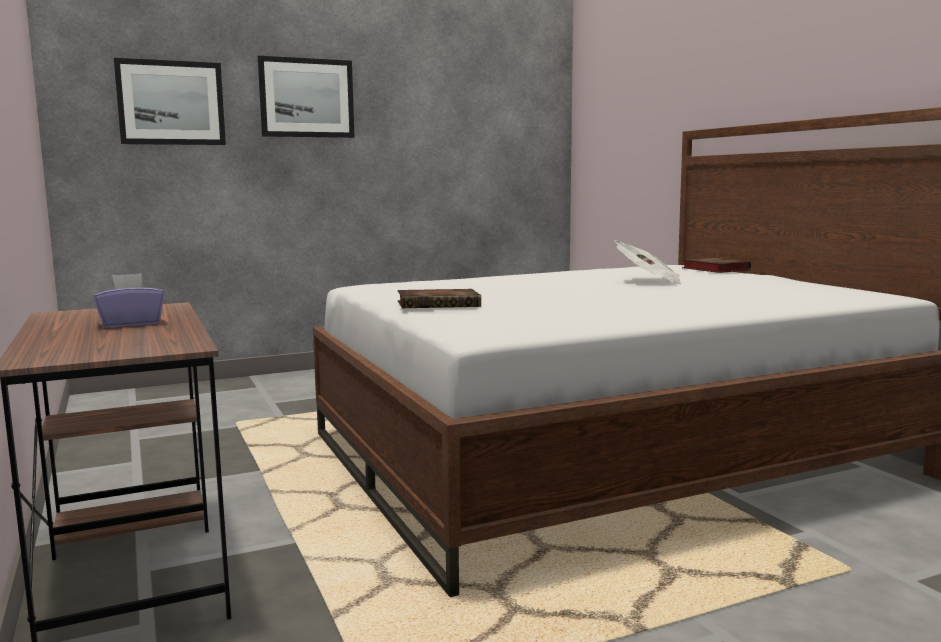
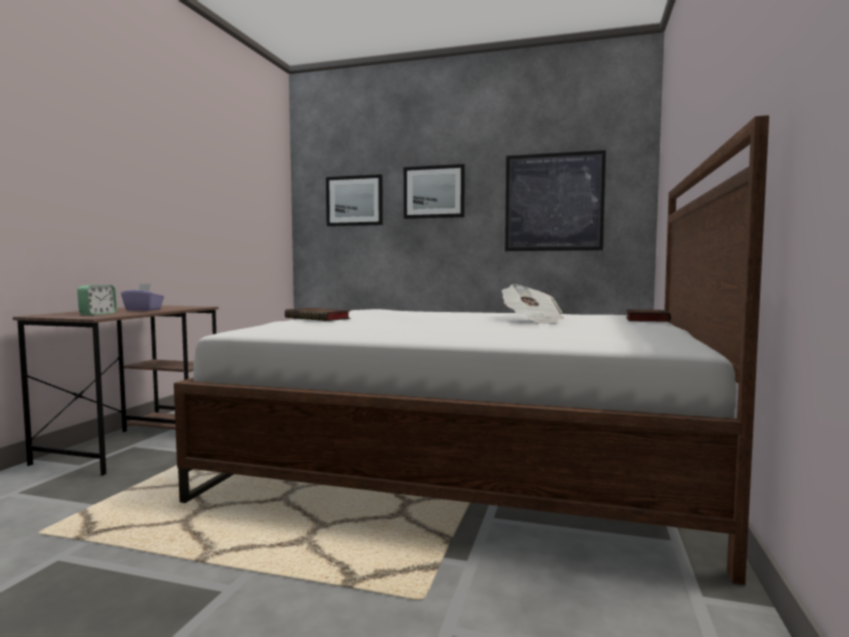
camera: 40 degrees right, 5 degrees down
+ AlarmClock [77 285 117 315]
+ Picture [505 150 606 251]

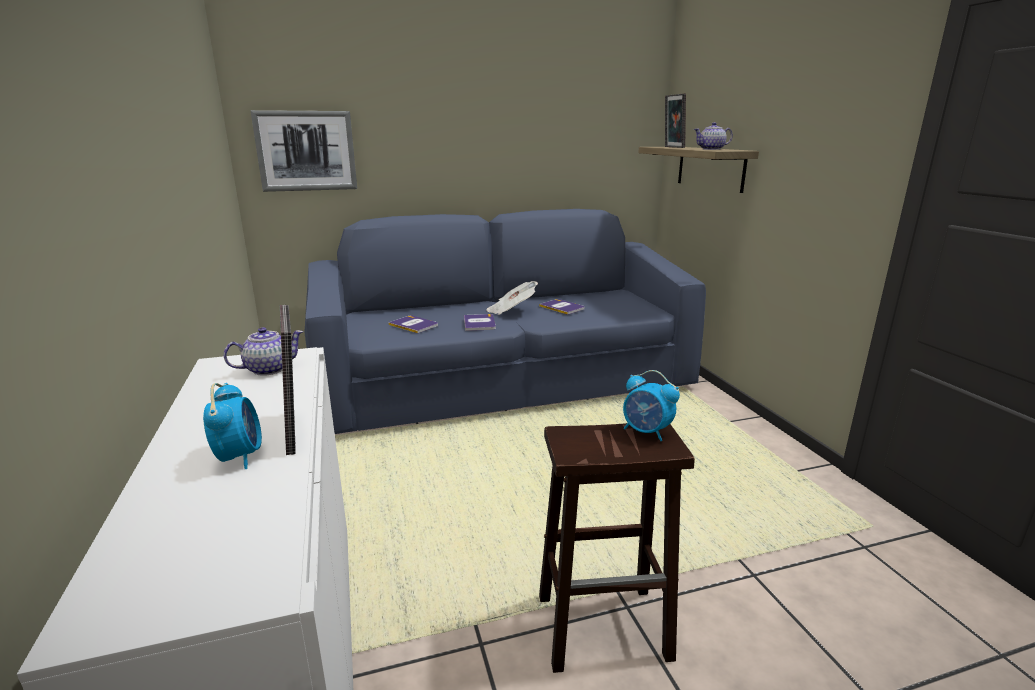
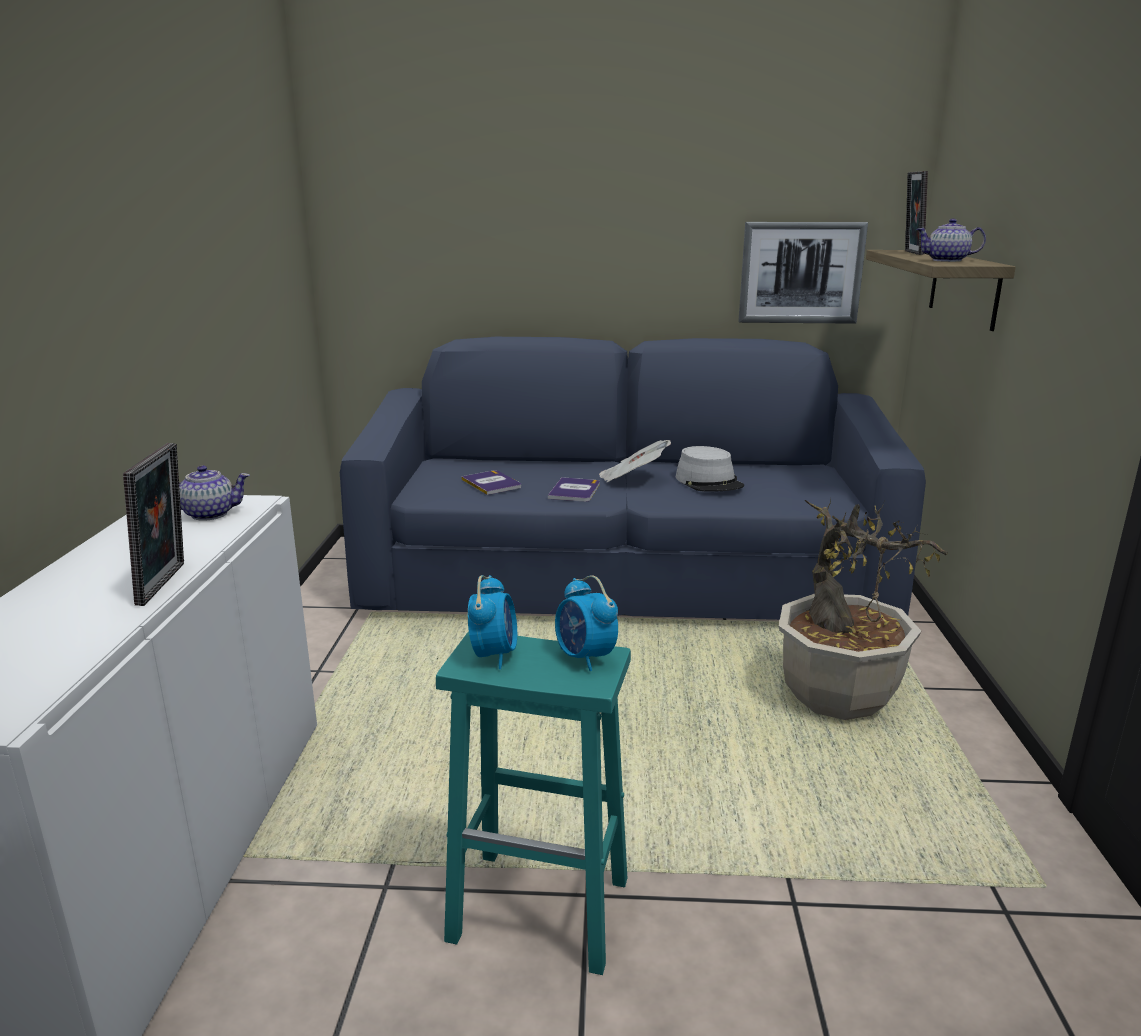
camera: 20 degrees right, 0 degrees up
+ PottedPlant [779 500 948 720]
~ AlarmClock [203 383 262 469] to [468 575 517 669]
~ Picture [250 110 357 192] to [738 222 868 324]
~ Book [539 299 585 315] to GreyHat [676 446 744 491]
~ BrownStool [539 423 695 673] to TurquoiseStool [436 631 631 975]

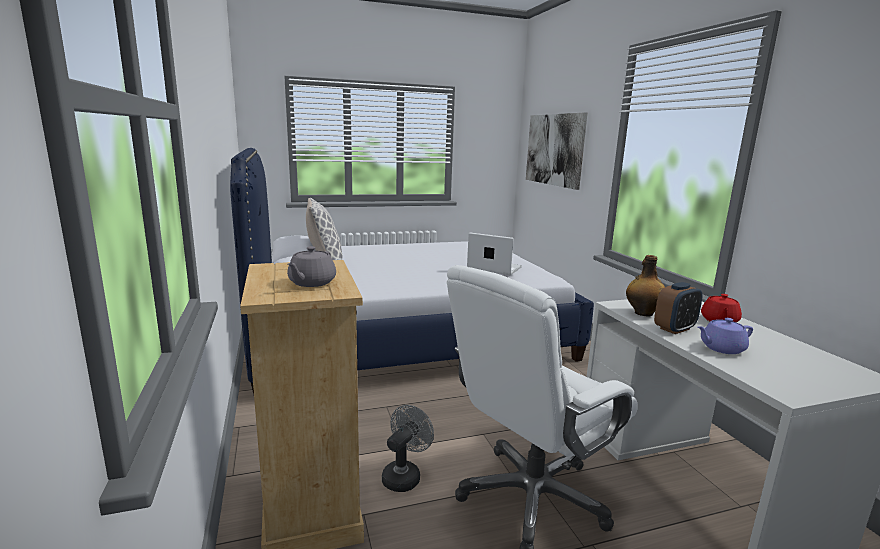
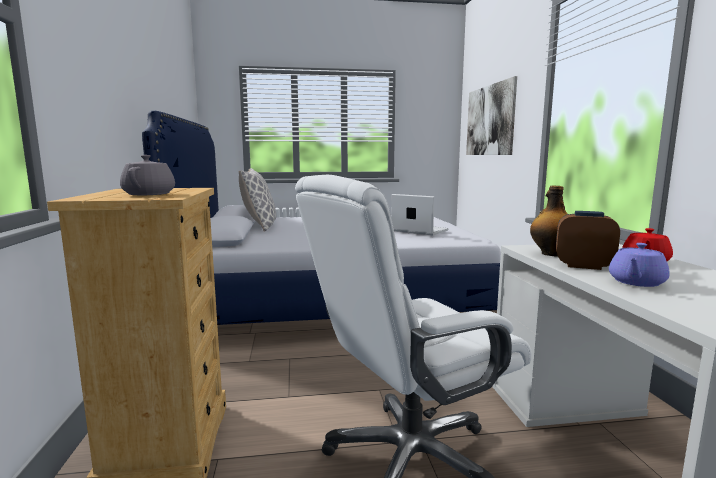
camera: 10 degrees right, 5 degrees down
- GreyFan [382 405 434 492]
~ GreyTeapot [287 246 336 287] = [120 155 175 195] 150 degrees clockwise
~ AlarmClock [654 282 703 334] = [556 211 620 270] 135 degrees counterclockwise
~ PurpleTeapot [698 318 753 354] = [609 243 670 287] 45 degrees counterclockwise

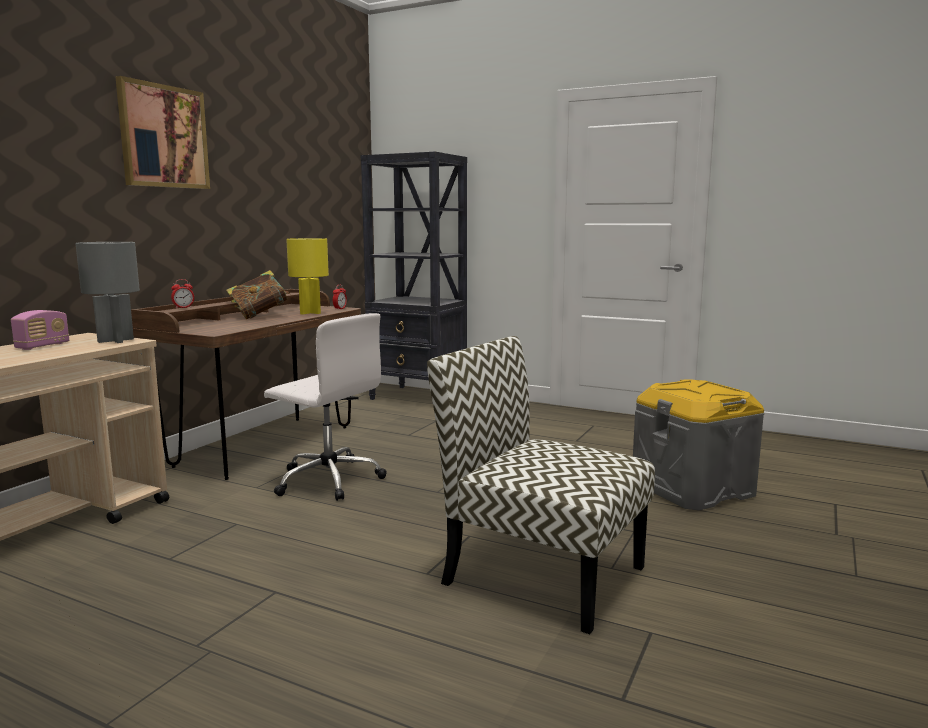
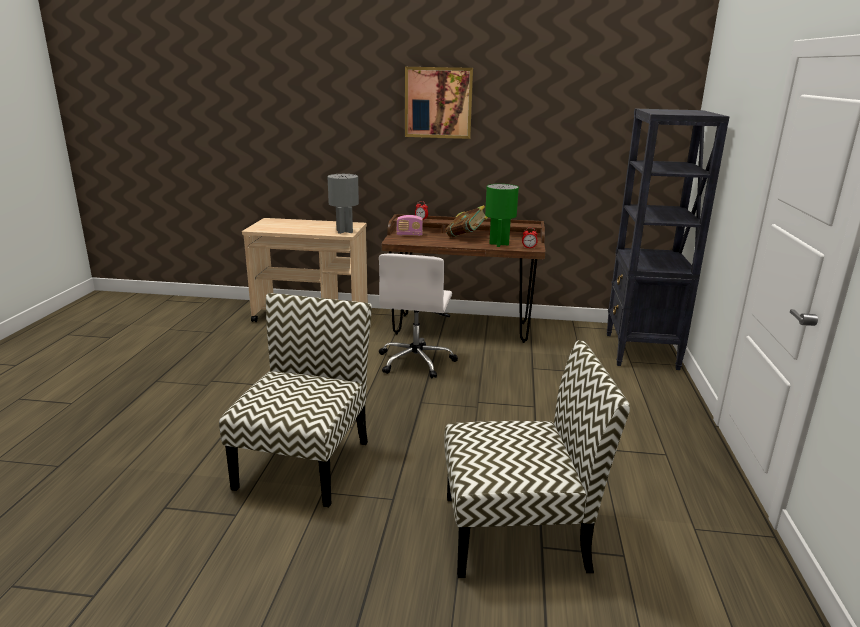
camera: 70 degrees right, 10 degrees up
~ Radio [11 310 69 350] to [397 215 423 236]
~ GreyStorageBox [633 379 764 510] to Chair [444 340 630 578]
~ YellowTableLamp [286 238 329 314] to GreenTableLamp [485 184 519 247]

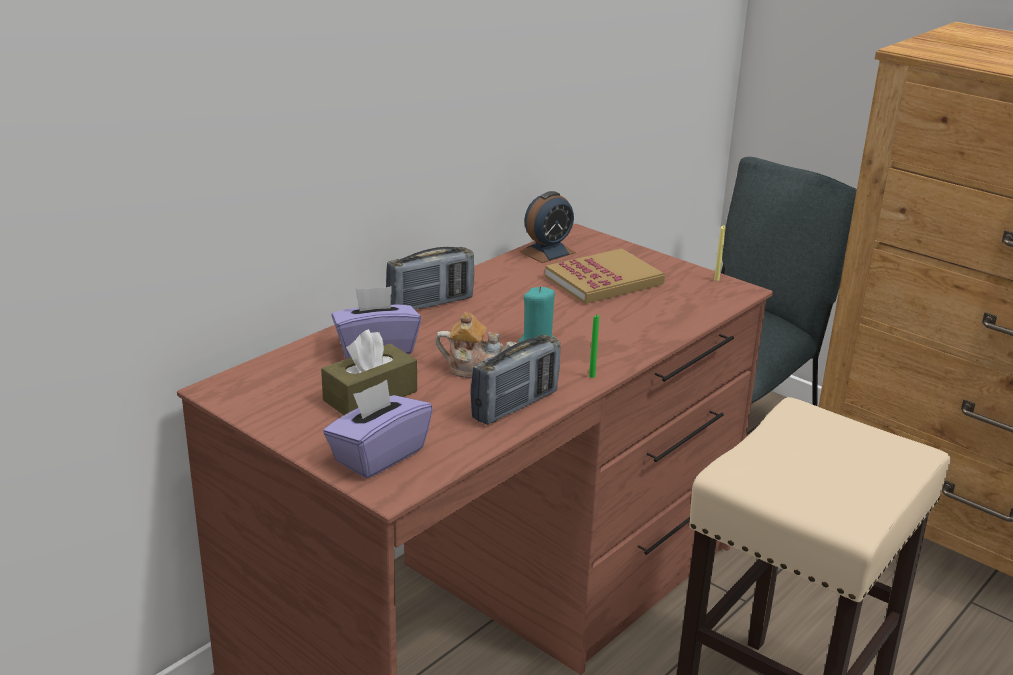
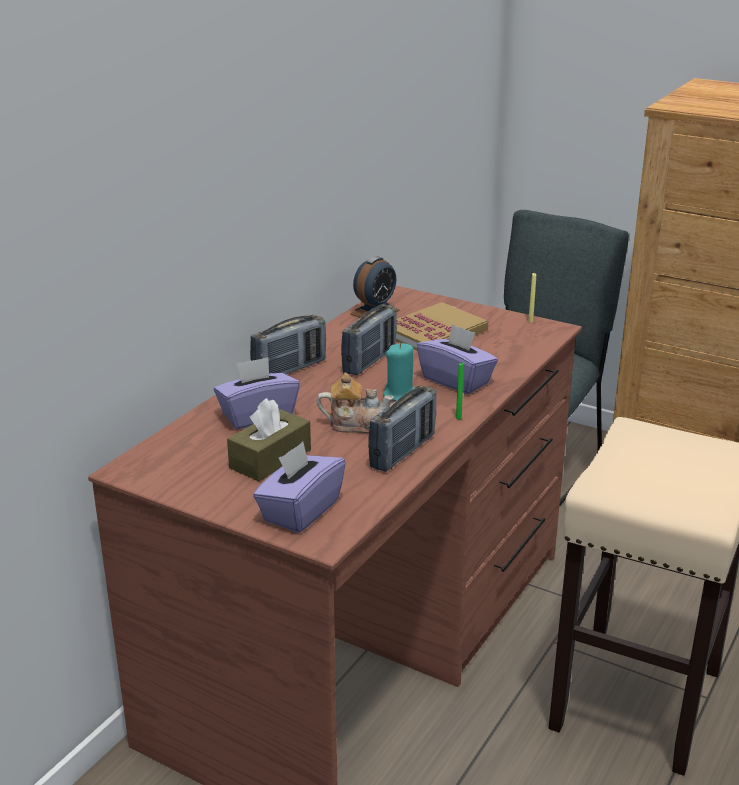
camera: 10 degrees left, 0 degrees up
+ Radio [341 304 397 375]
+ PurpleTissueBox [417 324 498 394]

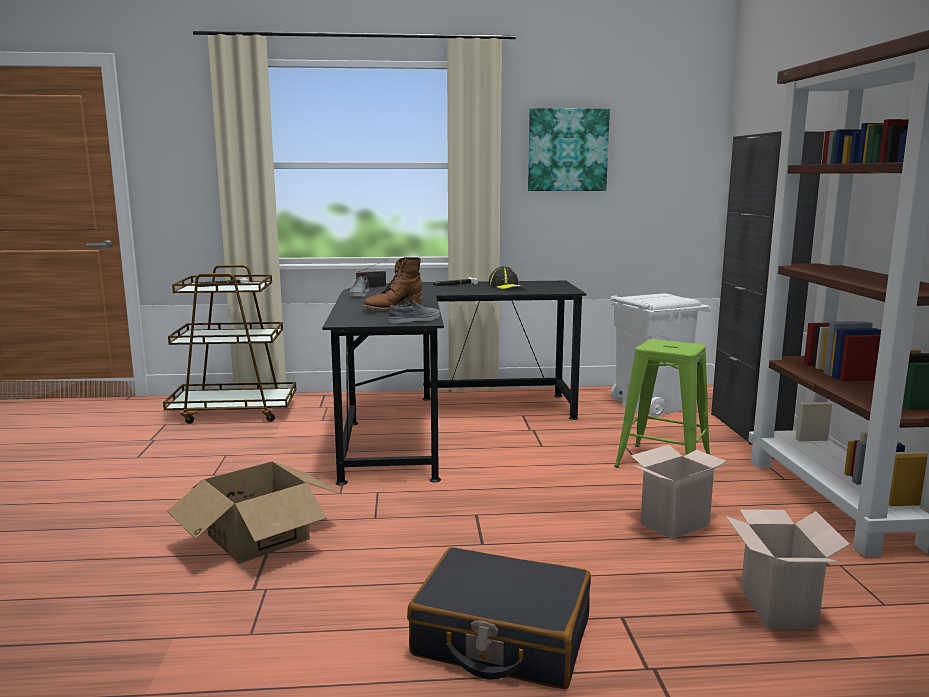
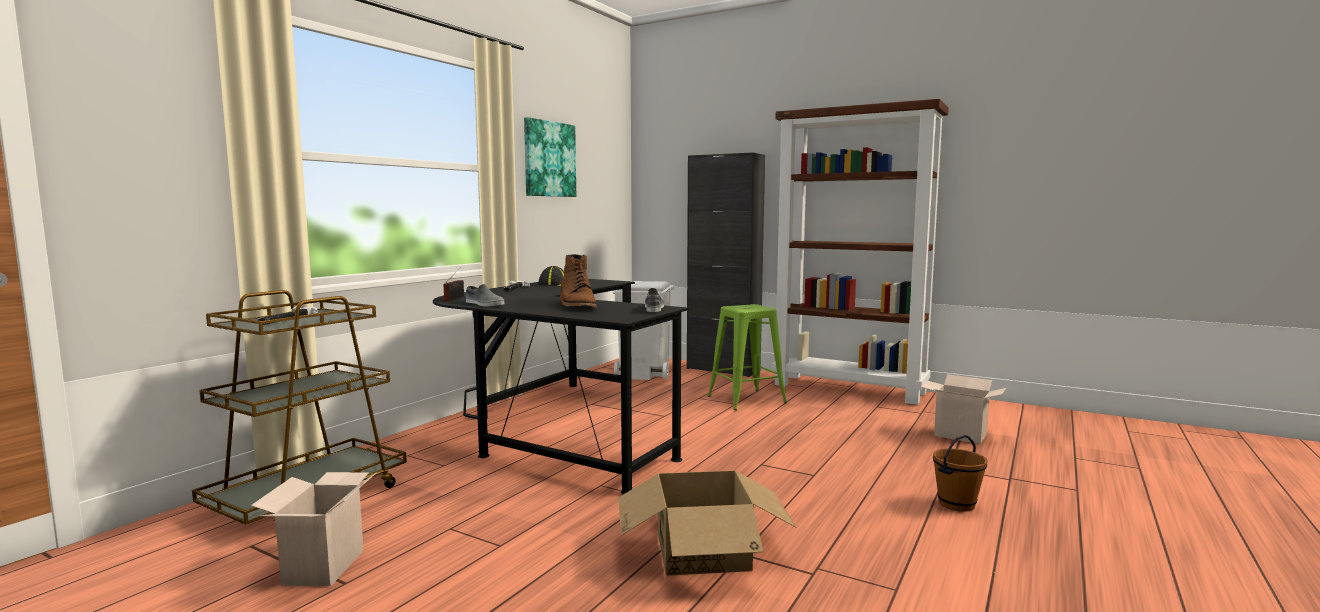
camera: 55 degrees left, 5 degrees down
~ CardboardBox [631 445 729 540] to [251 472 376 586]
~ BlackSuitcase [407 547 591 689] to BrownBucket [933 435 988 512]

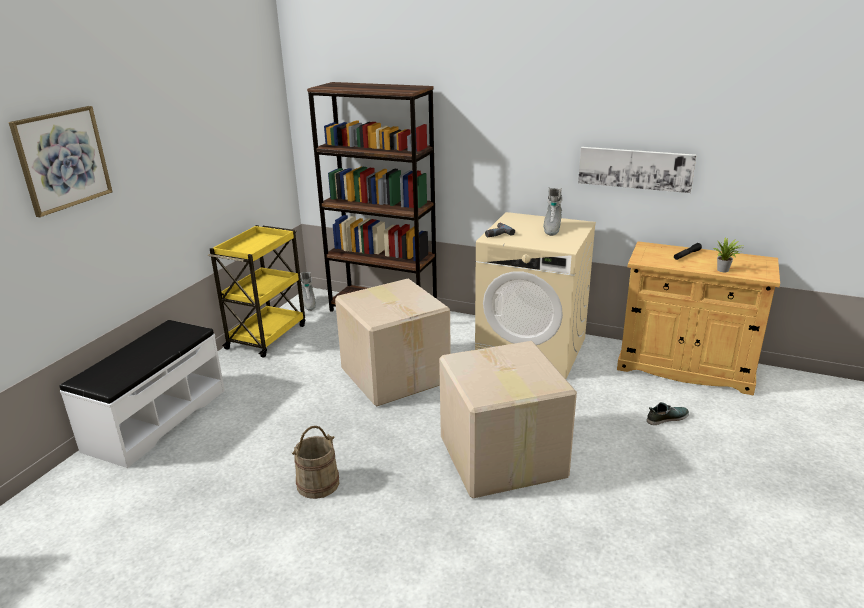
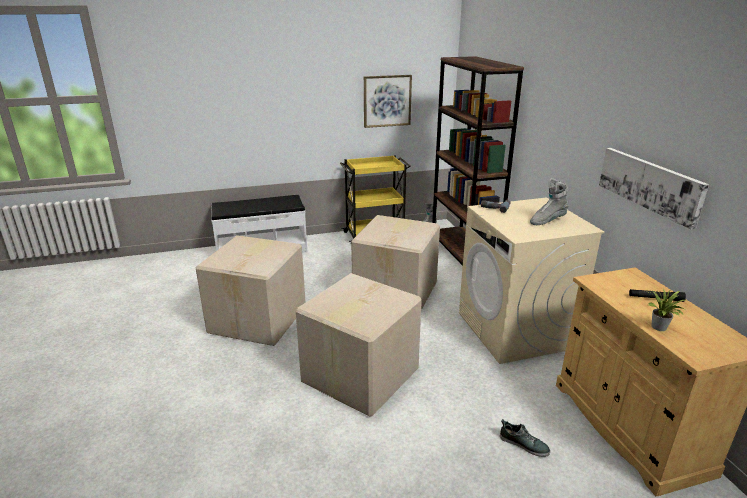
camera: 50 degrees right, 0 degrees up
~ Picture [8 106 113 217] to [364 75 412 128]
~ BeigeBucket [292 426 339 499] to CardboardBox [196 235 306 346]

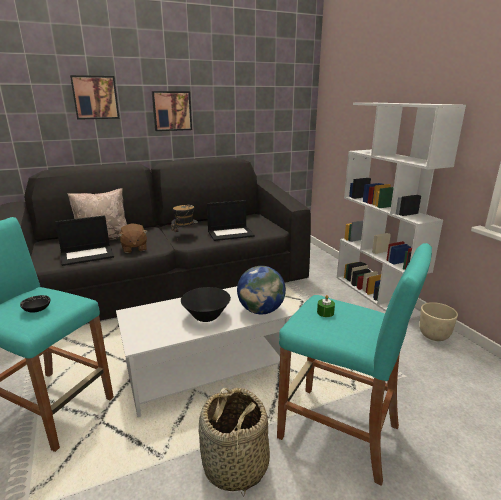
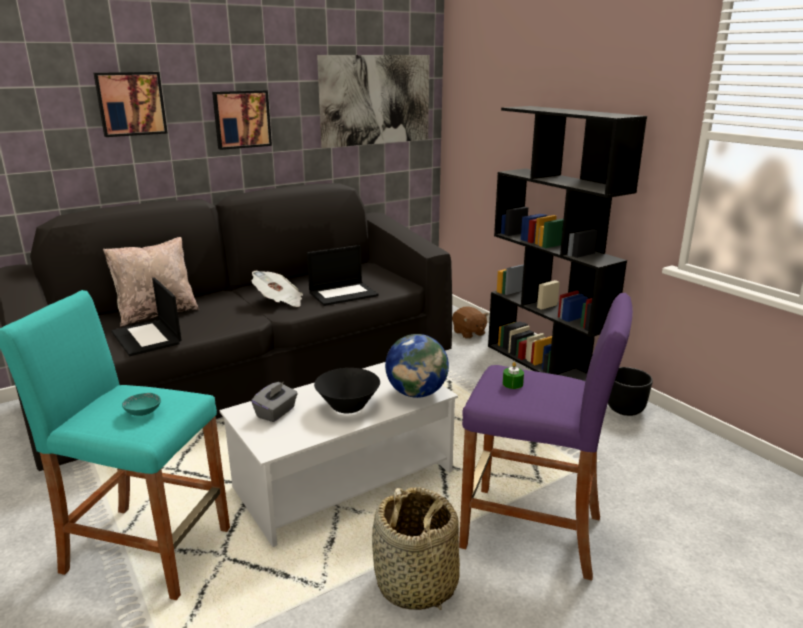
camera: 10 degrees left, 0 degrees up
+ GreyTissueBox [251 381 298 422]
+ Picture [317 55 429 148]
~ BrownPlushToy [118 224 148 253] to [452 306 488 339]
~ Hat [171 204 198 241] to Newspaper [252 271 303 307]
~ BlackBowl [20 295 50 313] to TurquoiseBowl [122 393 161 416]
~ TurquoiseStool [277 243 432 486] to PurpleStool [459 293 633 580]
~ WhiteBookcase [337 103 466 320] to BlackBookcase [488 106 647 381]
~ BeigePlanter [419 302 458 341] to BlackPlanter [608 367 653 416]
~ Laptop [55 215 114 266] = [111 278 182 356] 90 degrees clockwise

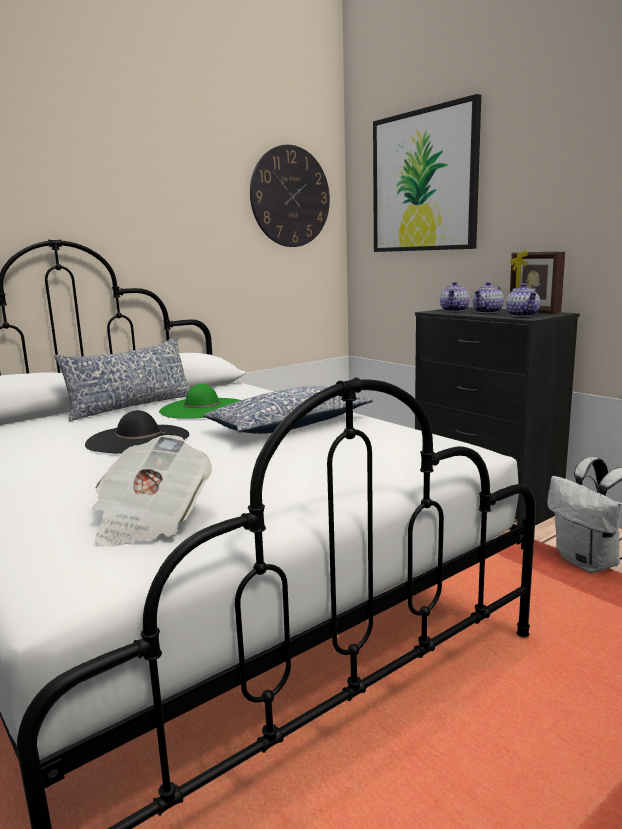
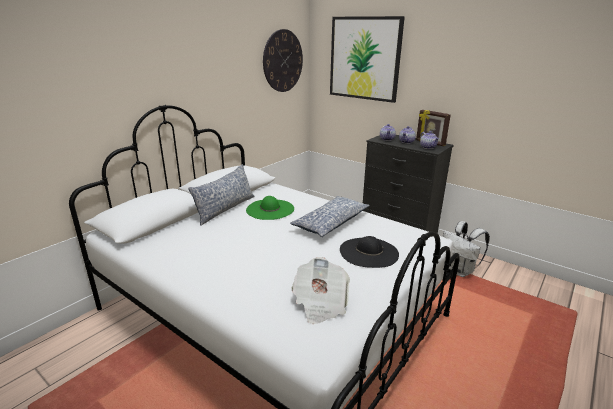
camera: 15 degrees left, 10 degrees up
~ BlackHat [85 410 189 454] to [340 236 399 268]

